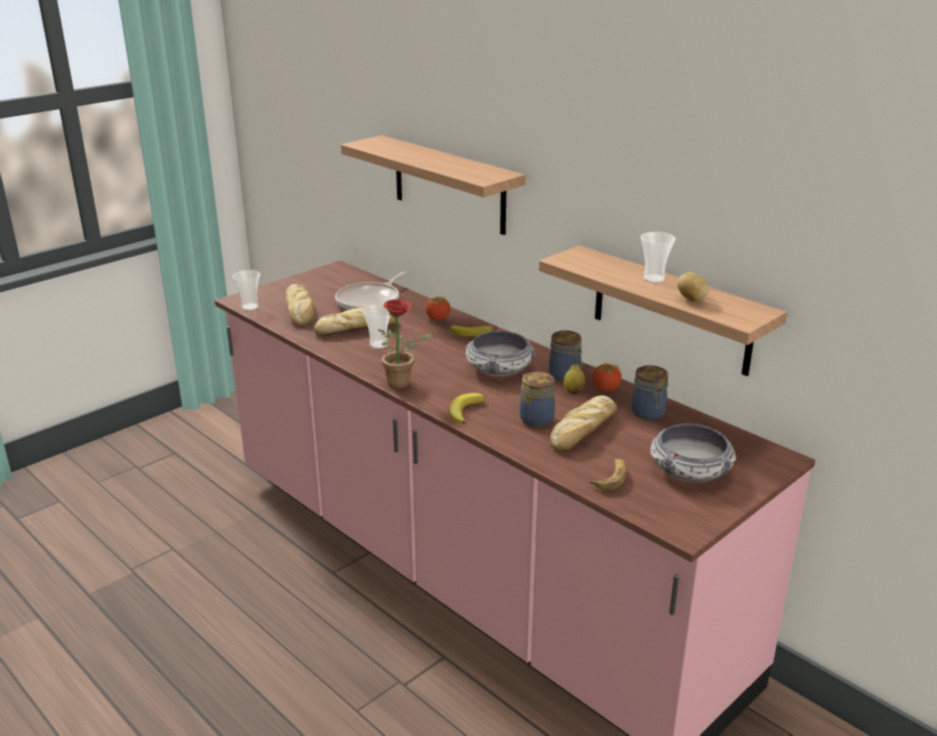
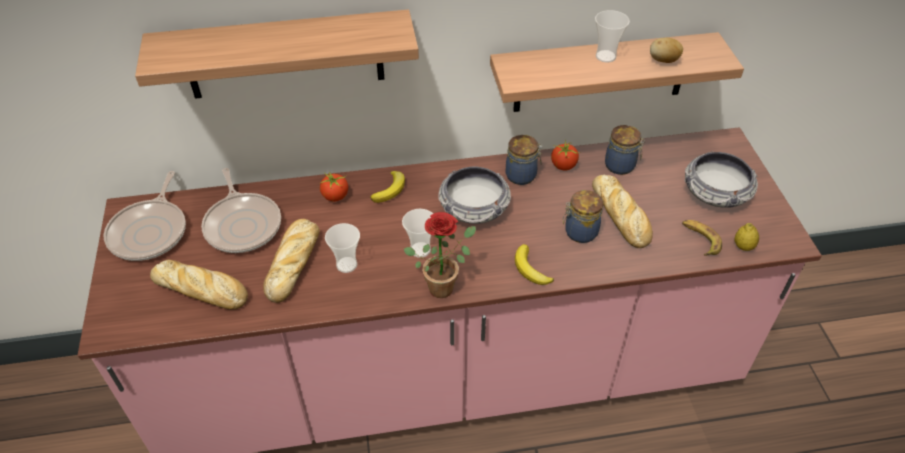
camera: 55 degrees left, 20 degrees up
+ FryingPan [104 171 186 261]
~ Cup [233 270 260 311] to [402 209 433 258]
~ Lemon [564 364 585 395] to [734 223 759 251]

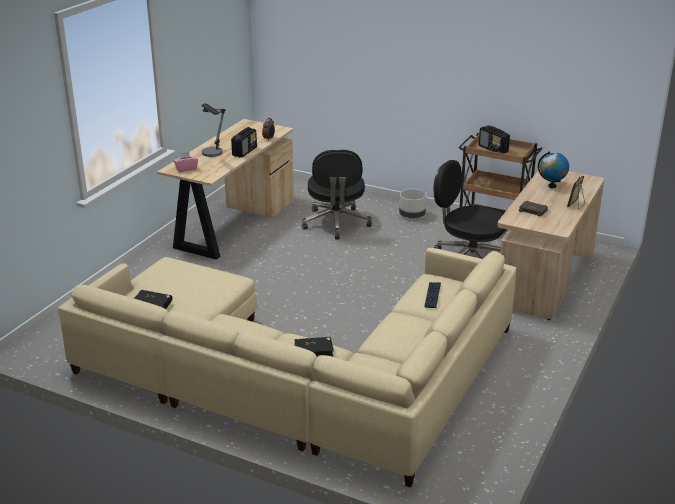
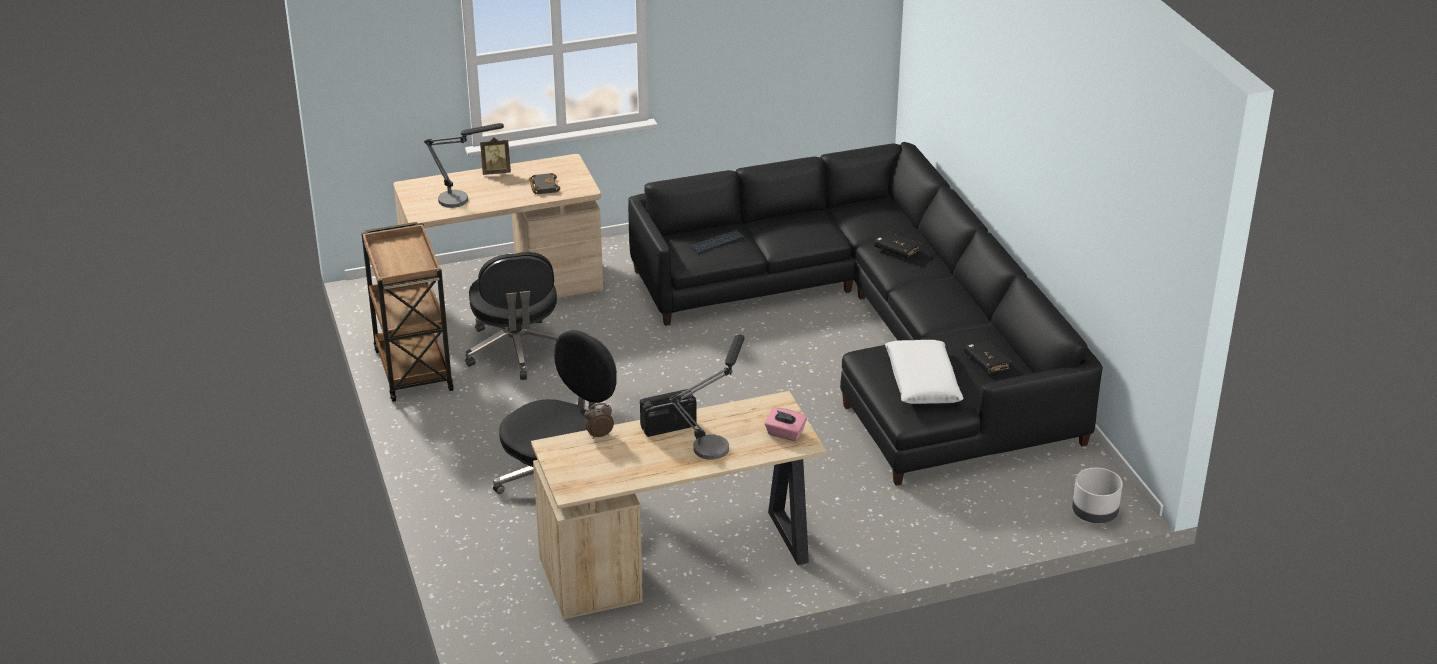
camera: 135 degrees left, 5 degrees up
- Radio [479 125 510 153]
+ WhitePillow [885 340 964 404]
~ GreyPlanter [399 189 426 219] to [1072 467 1123 523]
~ Globe [538 152 569 188] to TableLamp [424 123 504 208]
~ BeigeSofa [58 248 517 488] to BlackSofa [628 142 1103 486]

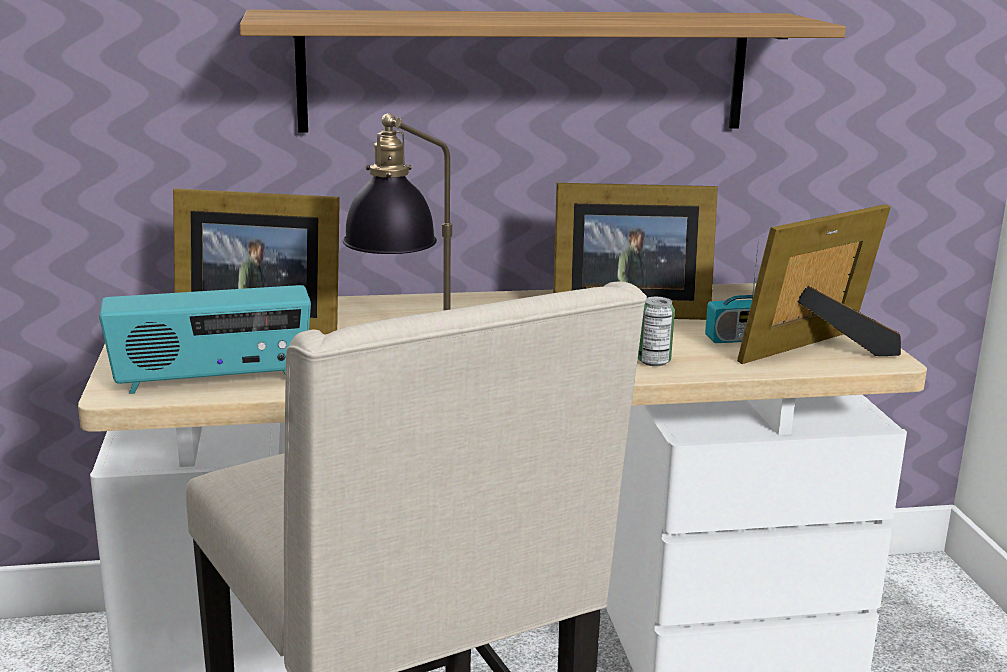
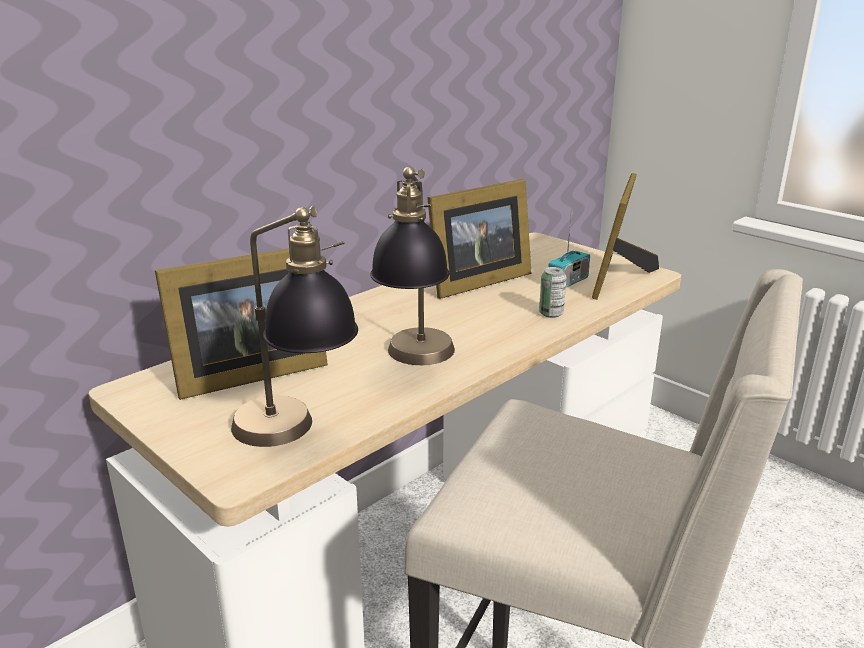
camera: 35 degrees left, 5 degrees up
- Shelf [240 10 846 133]
~ Radio [99 285 311 394] to TableLamp [231 206 358 447]

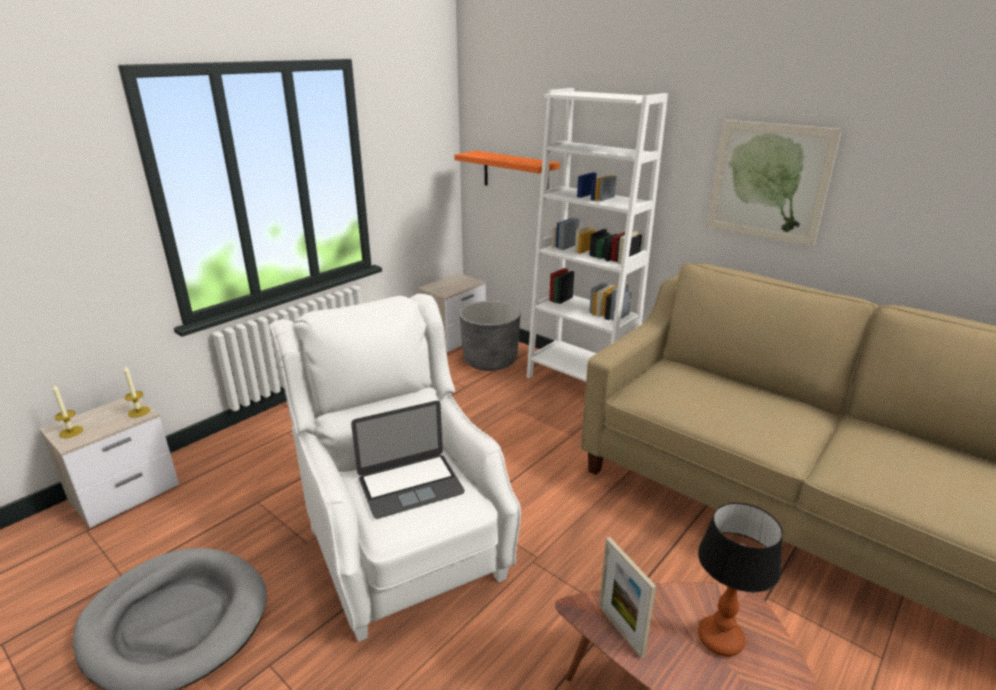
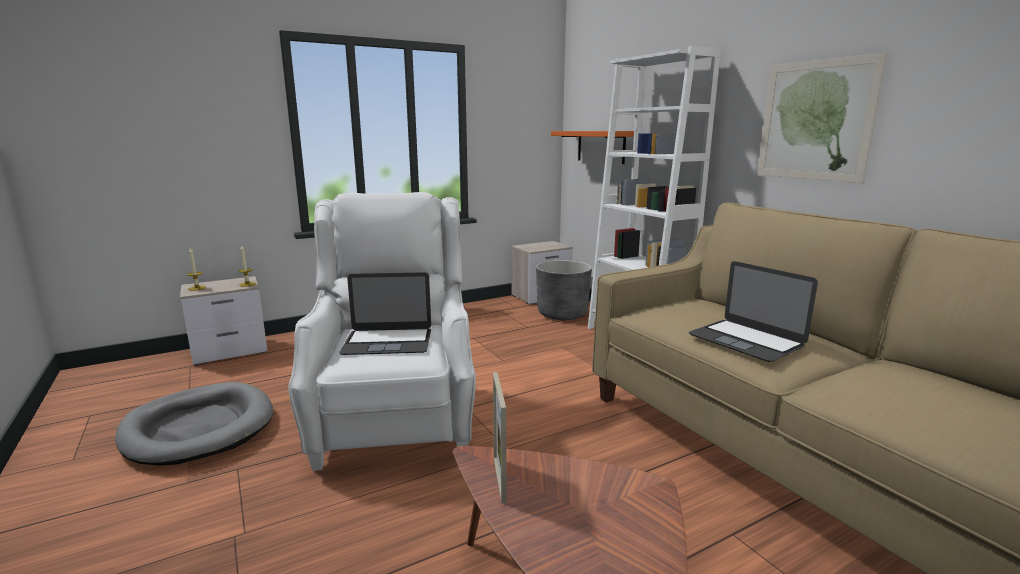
camera: 20 degrees right, 10 degrees down
- TableLamp [698 502 783 656]
+ Laptop [689 261 818 362]

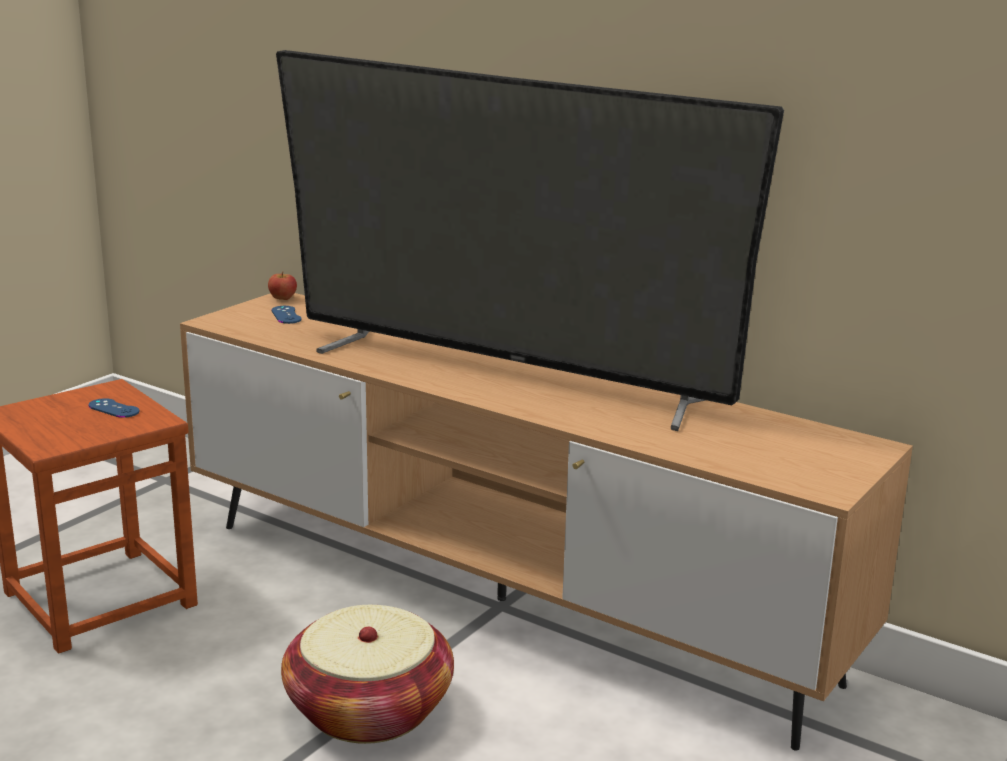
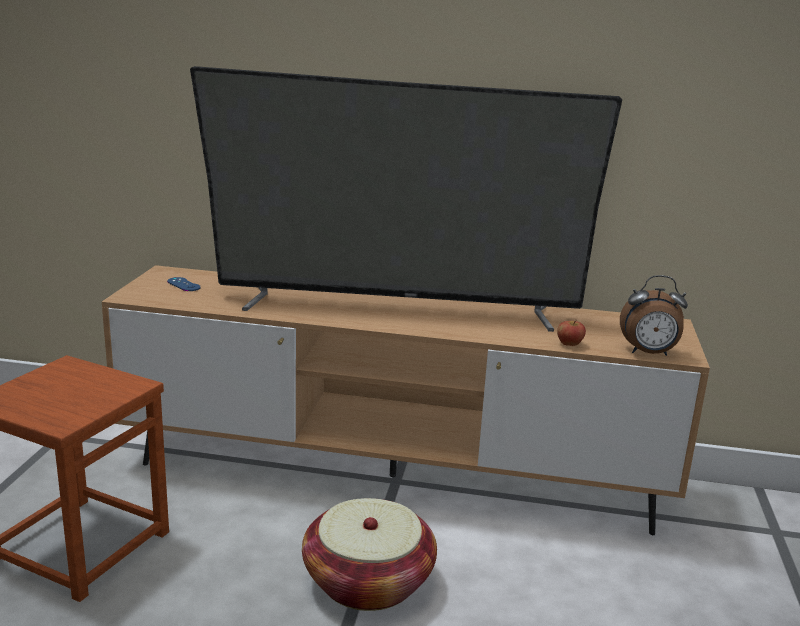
camera: 25 degrees left, 0 degrees up
- BlueGameController [88 398 140 418]
+ AlarmClock [620 275 688 356]
~ Apple [268 272 297 300] to [557 319 586 346]

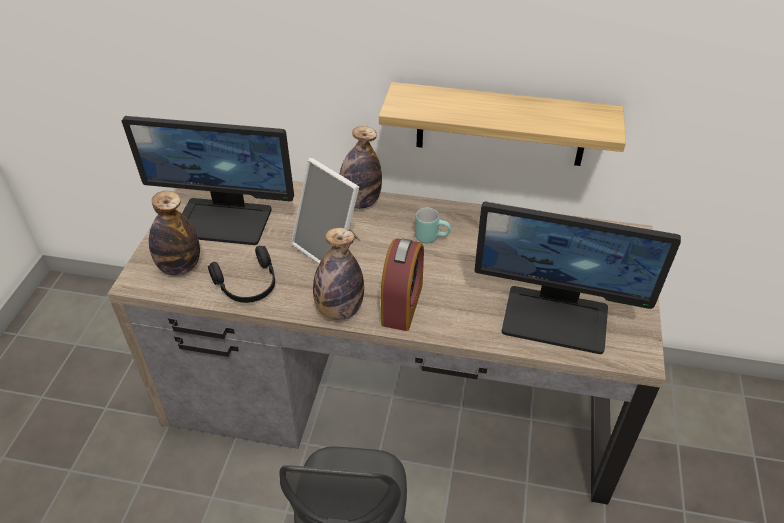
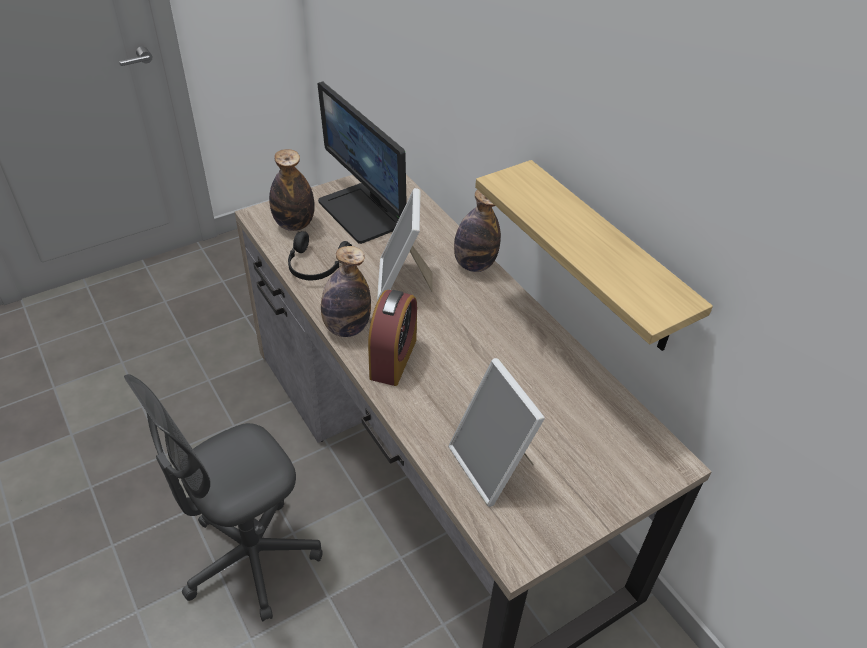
camera: 45 degrees right, 0 degrees up
- TurquoiseMug [415 208 451 244]
~ Monitor [475 202 681 354] to PictureFrame [448 358 545 507]
~ AlarmClock [381 238 424 331] = [368 290 417 386] 45 degrees counterclockwise

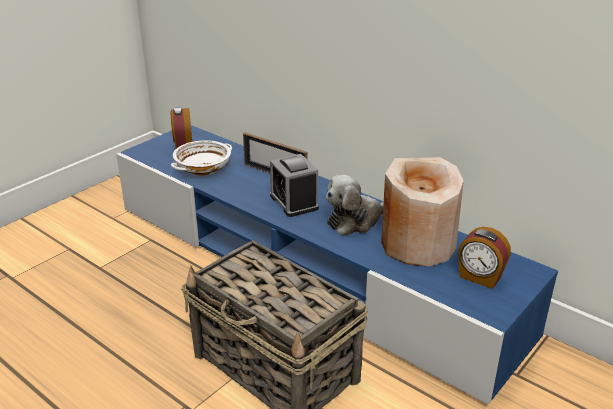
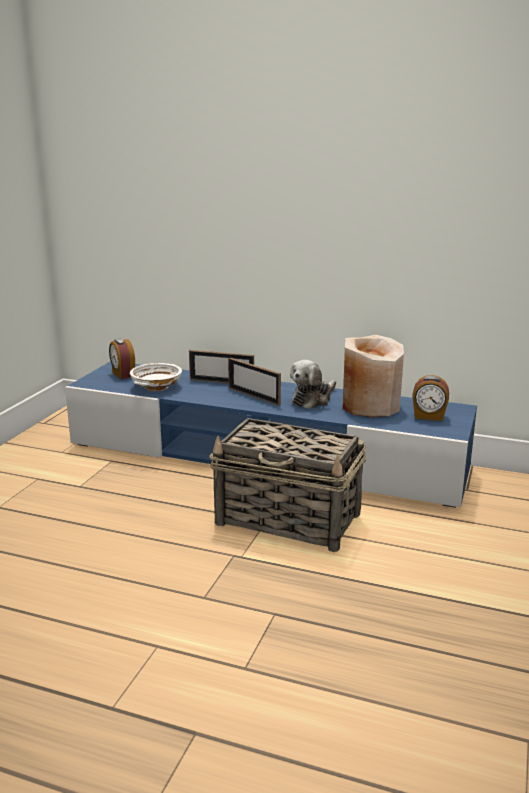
camera: 20 degrees left, 10 degrees down
~ AlarmClock [270 154 319 217] to PictureFrame [228 357 281 406]

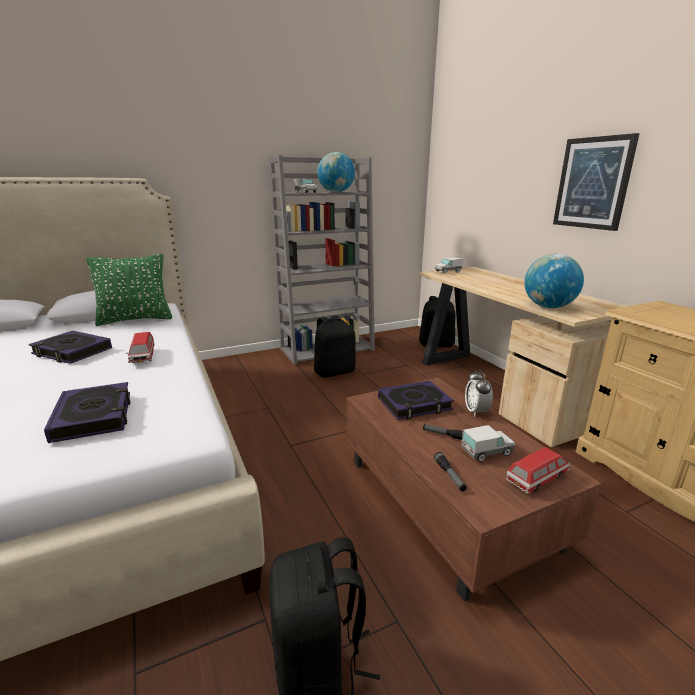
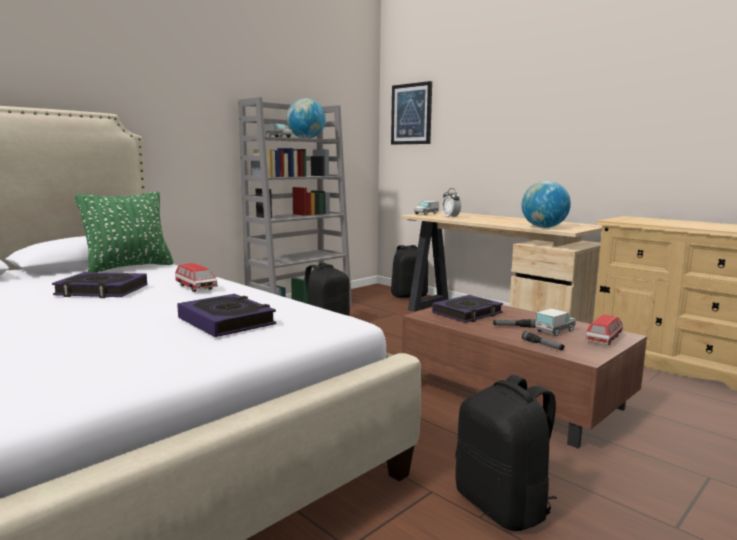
camera: 20 degrees left, 10 degrees down
~ AlarmClock [465 369 493 417] to [442 188 461 219]
~ Picture [553 133 640 231] to [391 81 432 145]

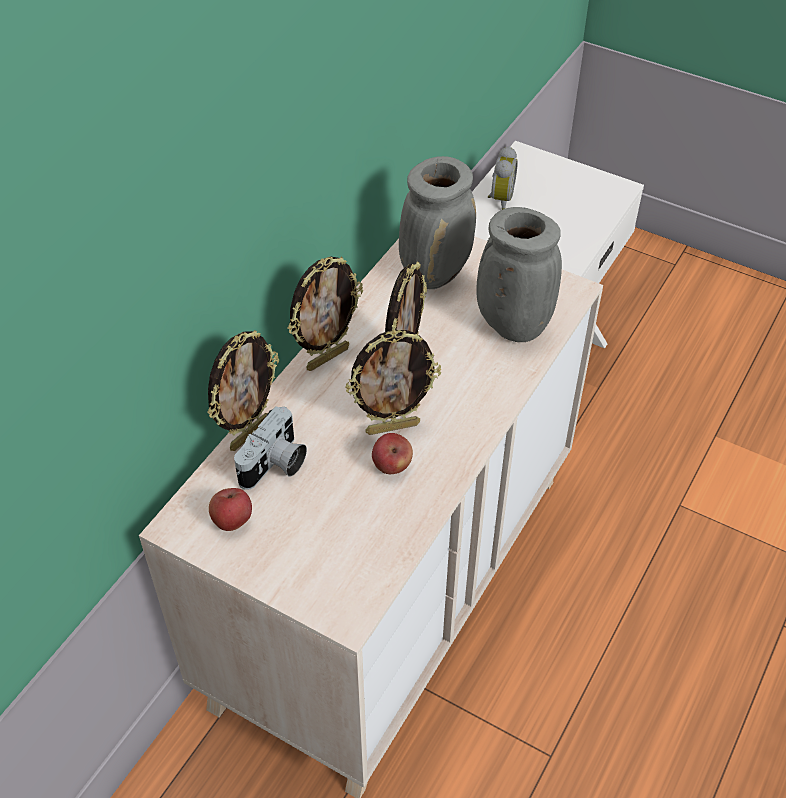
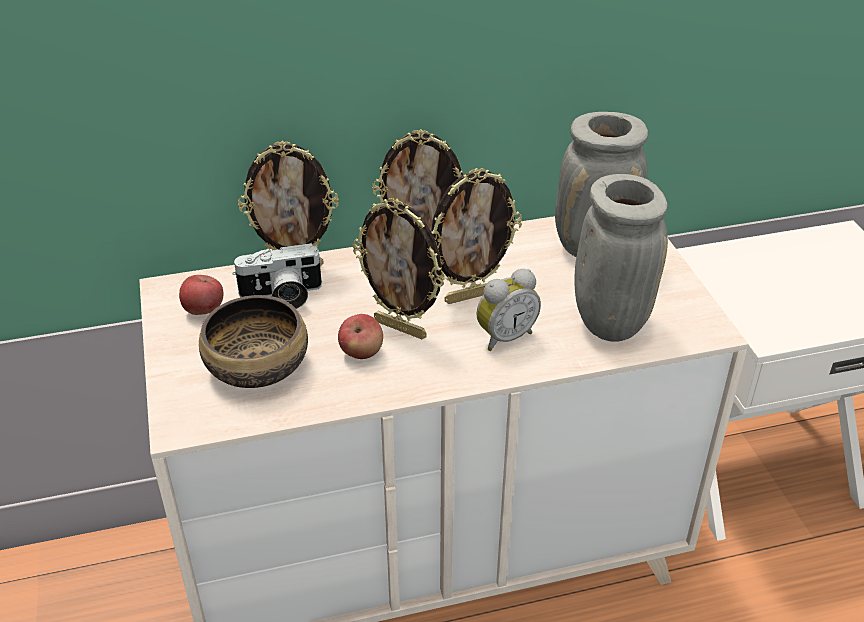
camera: 45 degrees right, 10 degrees down
+ Bowl [199 295 308 388]
~ AlarmClock [488 146 518 210] to [477 269 541 351]

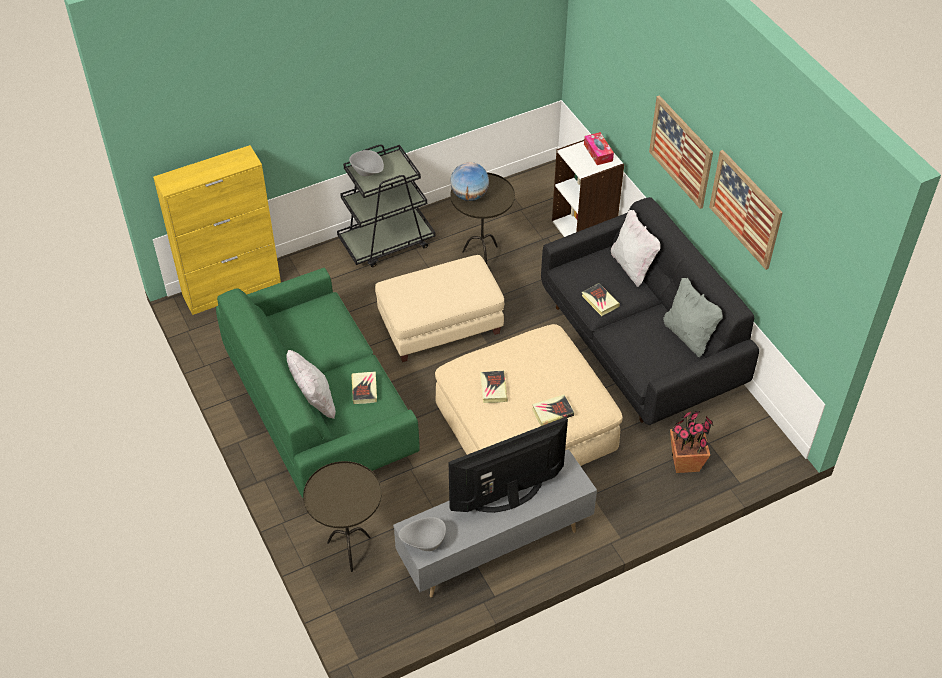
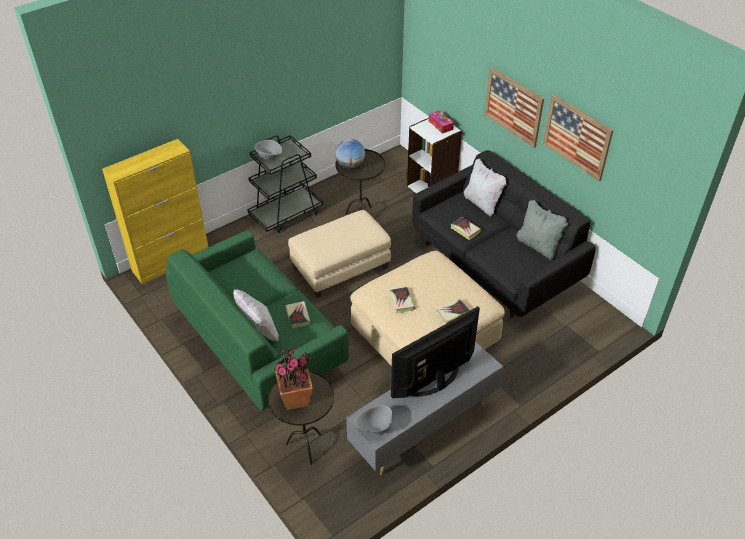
camera: 10 degrees left, 5 degrees down
~ PottedPlant [670 411 713 473] to [274 348 313 410]

